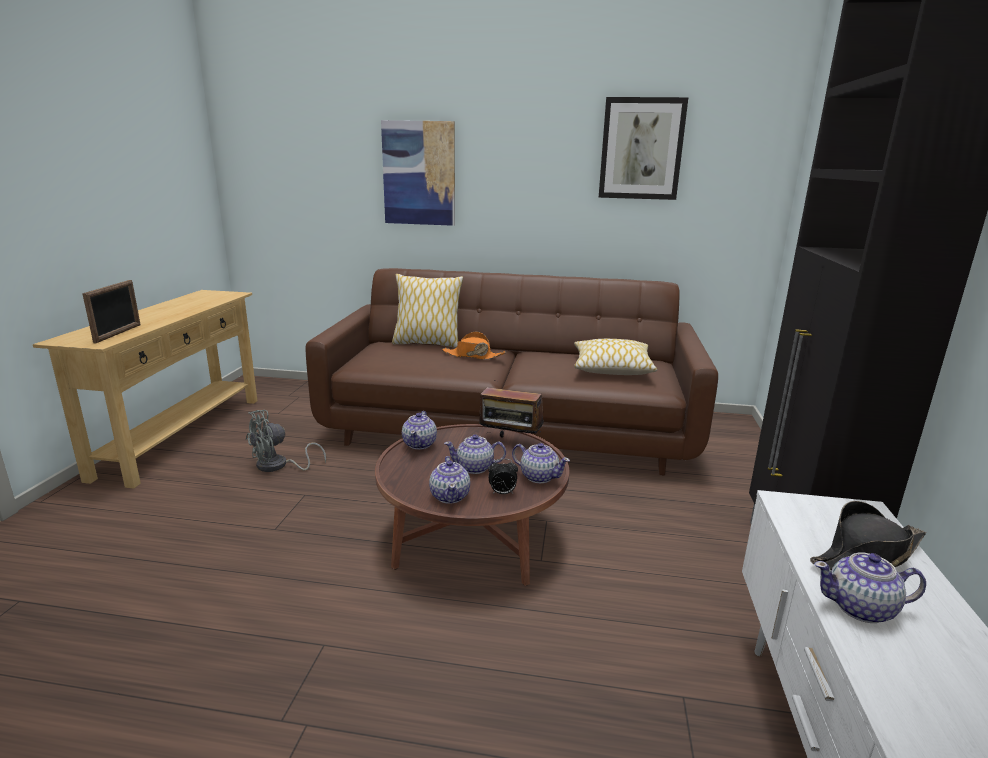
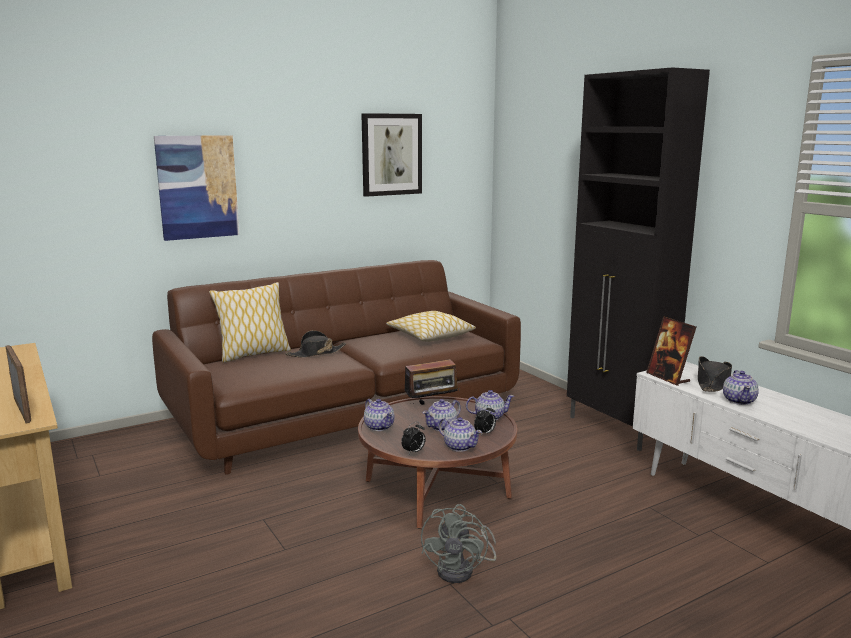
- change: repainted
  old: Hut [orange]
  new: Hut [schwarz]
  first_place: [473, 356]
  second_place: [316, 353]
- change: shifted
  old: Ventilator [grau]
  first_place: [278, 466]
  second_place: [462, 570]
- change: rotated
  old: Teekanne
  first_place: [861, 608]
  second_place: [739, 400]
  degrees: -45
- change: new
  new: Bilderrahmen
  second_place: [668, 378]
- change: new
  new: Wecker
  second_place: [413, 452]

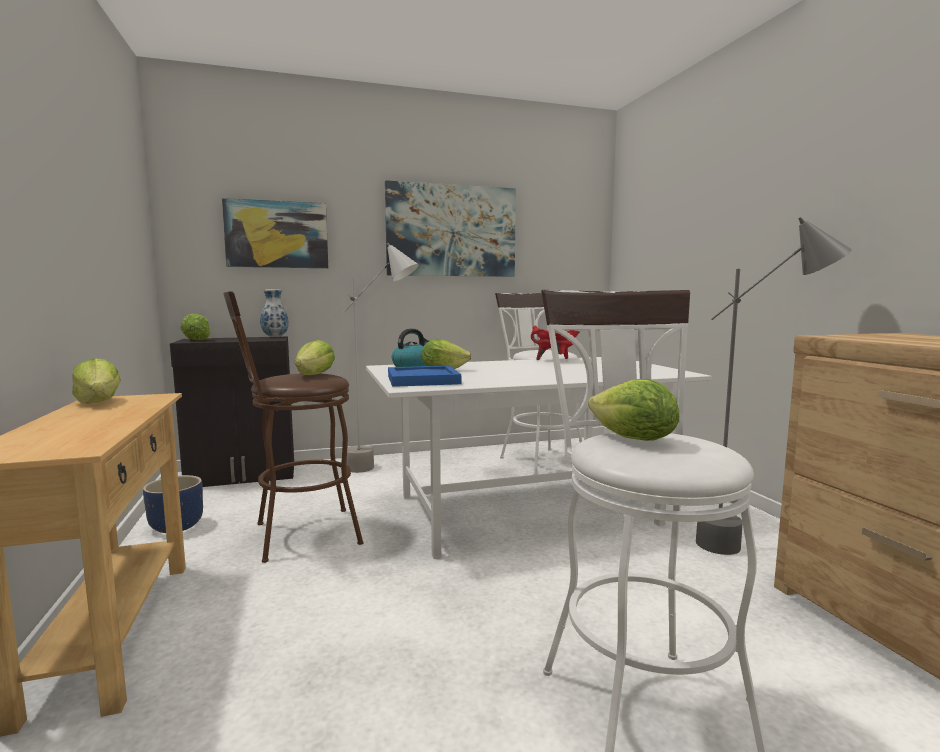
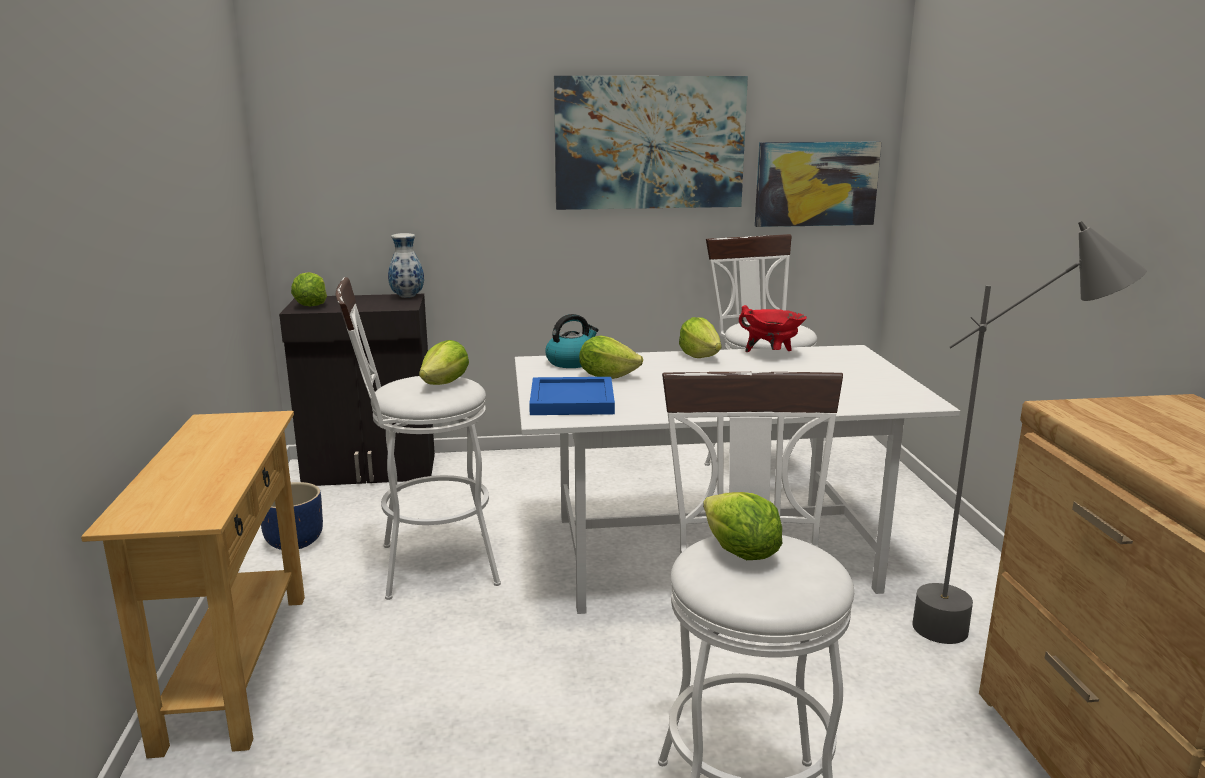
- change: shifted
  old: Bild
  first_place: [277, 234]
  second_place: [816, 183]
- change: gone
  old: Stehlampe [grau]
  first_place: [382, 469]
- change: repainted
  old: Hocker [braun]
  new: Hocker [weiß]
  first_place: [297, 535]
  second_place: [426, 566]
- change: shifted
  old: Salatkopf
  first_place: [99, 402]
  second_place: [700, 356]

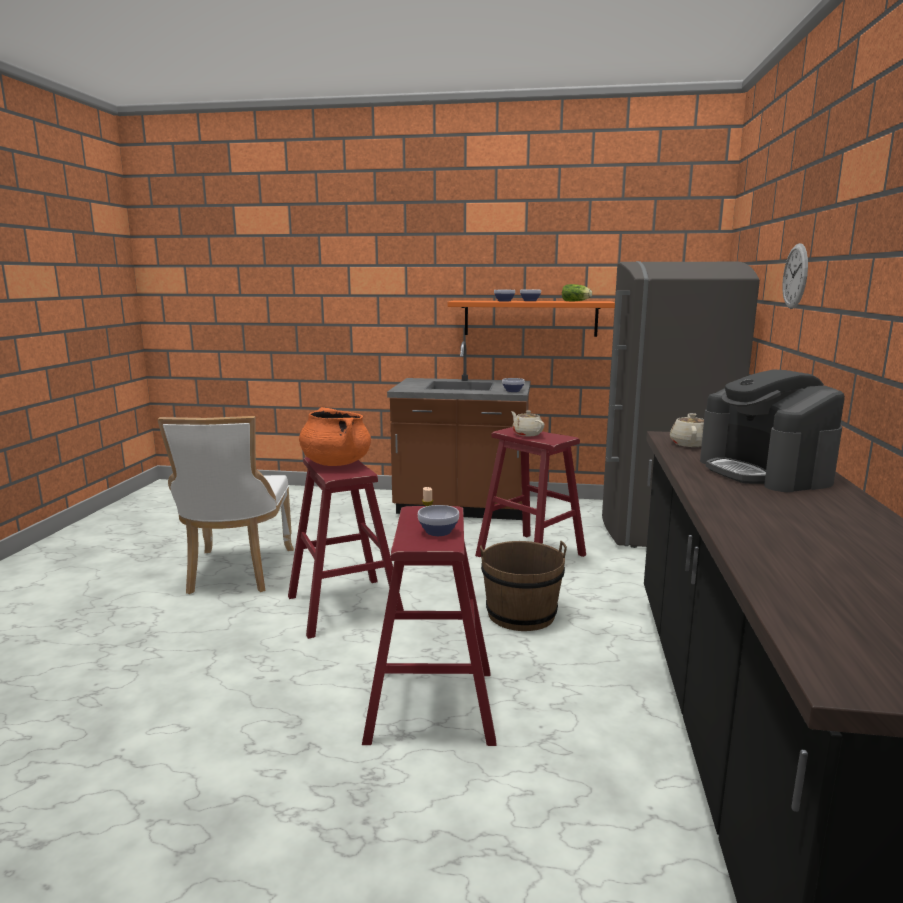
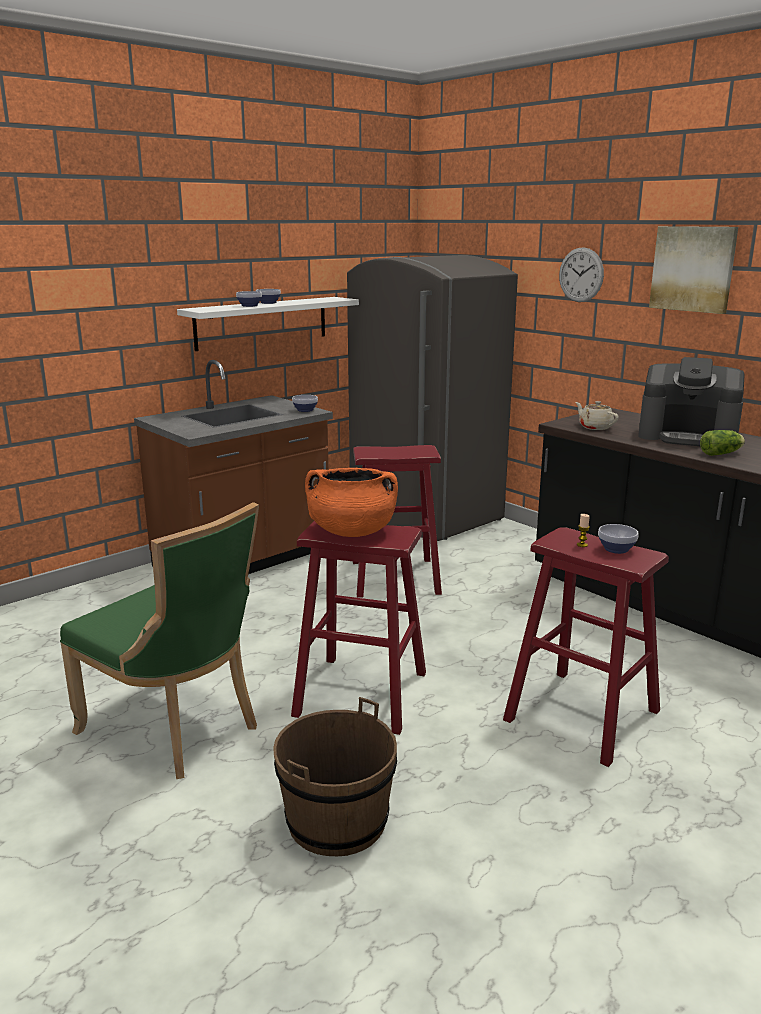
- change: shifted
  old: Salatkopf
  first_place: [576, 301]
  second_place: [722, 453]
- change: repainted
  old: Wandregal [orange]
  new: Wandregal [weiß]
  first_place: [530, 318]
  second_place: [262, 323]
- change: gone
  old: Teekanne [beige]
  first_place: [527, 434]
- change: repainted
  old: Stuhl [weiß]
  new: Stuhl [grün]
  first_place: [237, 572]
  second_place: [176, 729]
- change: shifted
  old: Eimer [braun]
  first_place: [521, 614]
  second_place: [337, 821]
- change: new
  new: Bild
  second_place: [693, 269]

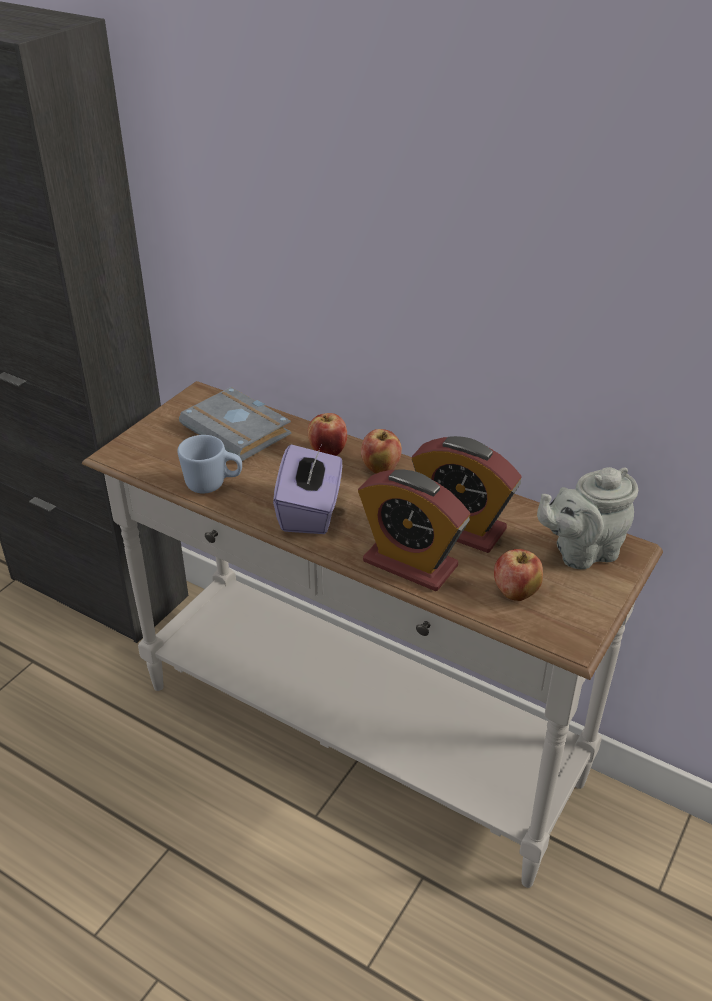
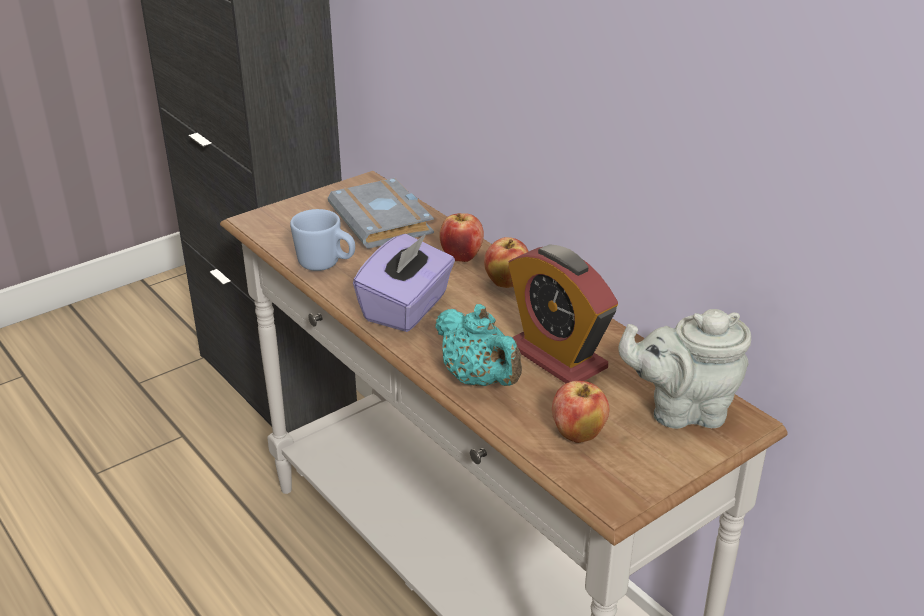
- change: swapped
  old: Wecker
  new: Teekanne [türkis]
  first_place: [410, 564]
  second_place: [479, 379]

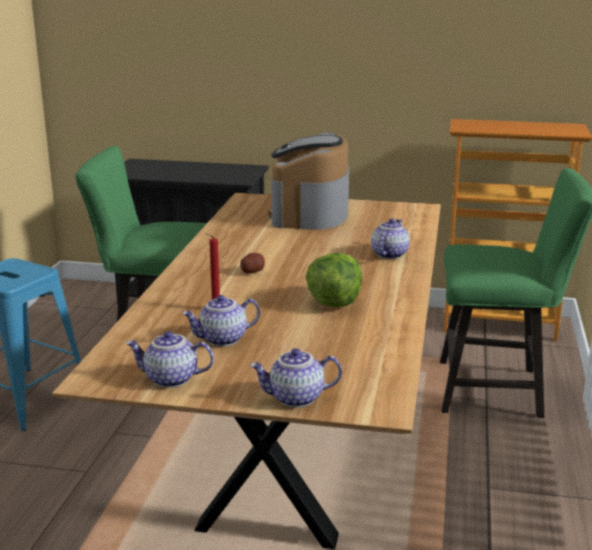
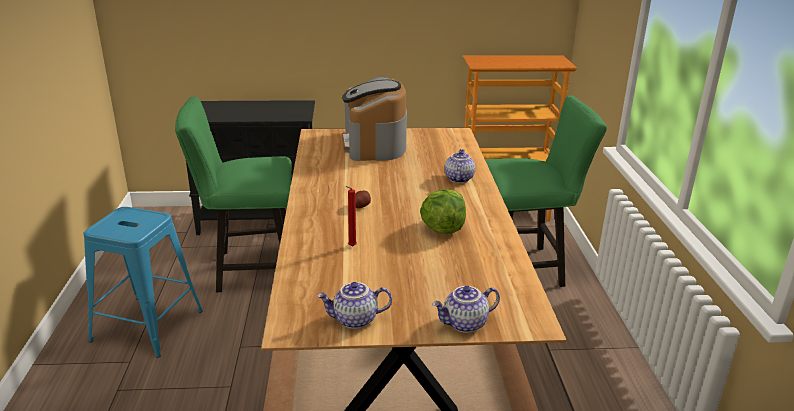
- change: gone
  old: Teekanne
  first_place: [222, 340]

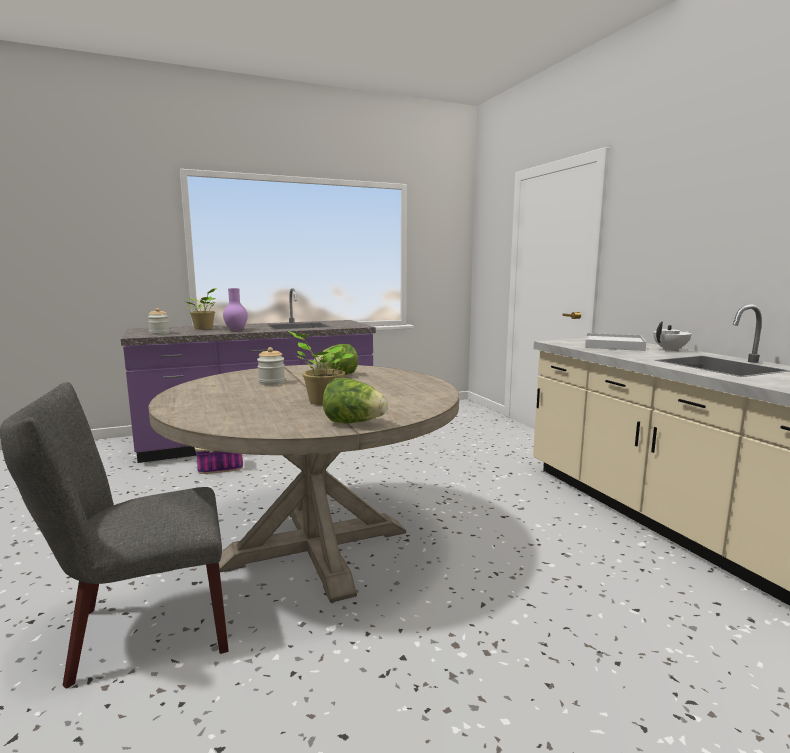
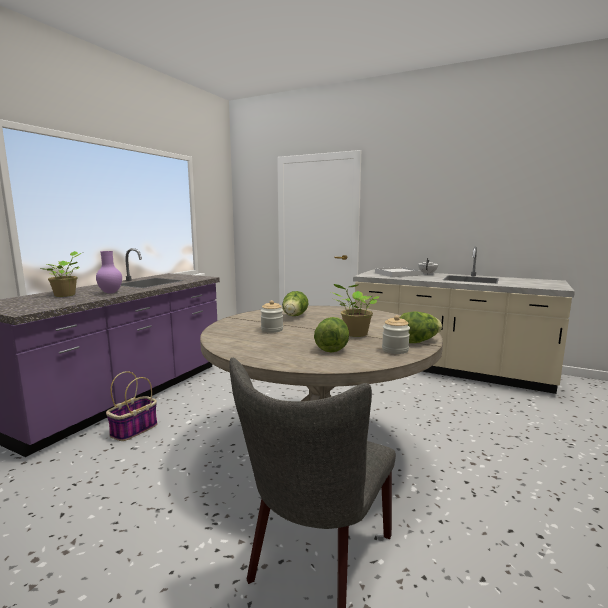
- change: shifted
  old: Vorratsglas
  first_place: [159, 333]
  second_place: [395, 350]
- change: new
  new: Salatkopf
  second_place: [332, 348]

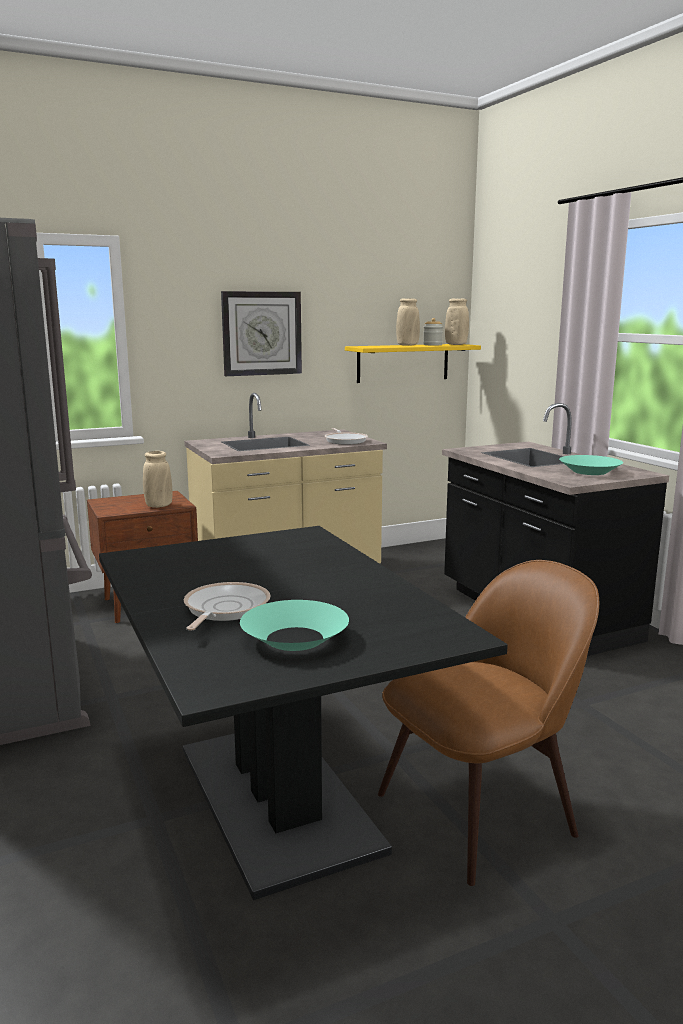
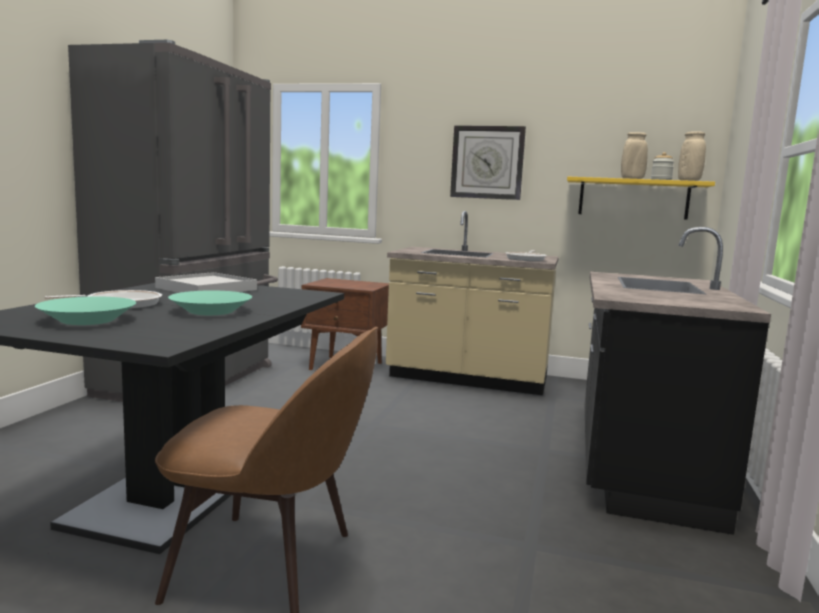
- change: gone
  old: Vase [beige]
  first_place: [159, 506]
- change: shifted
  old: Schüssel [türkis]
  first_place: [589, 471]
  second_place: [211, 311]
- change: new
  new: Tablett [weiß]
  second_place: [206, 289]

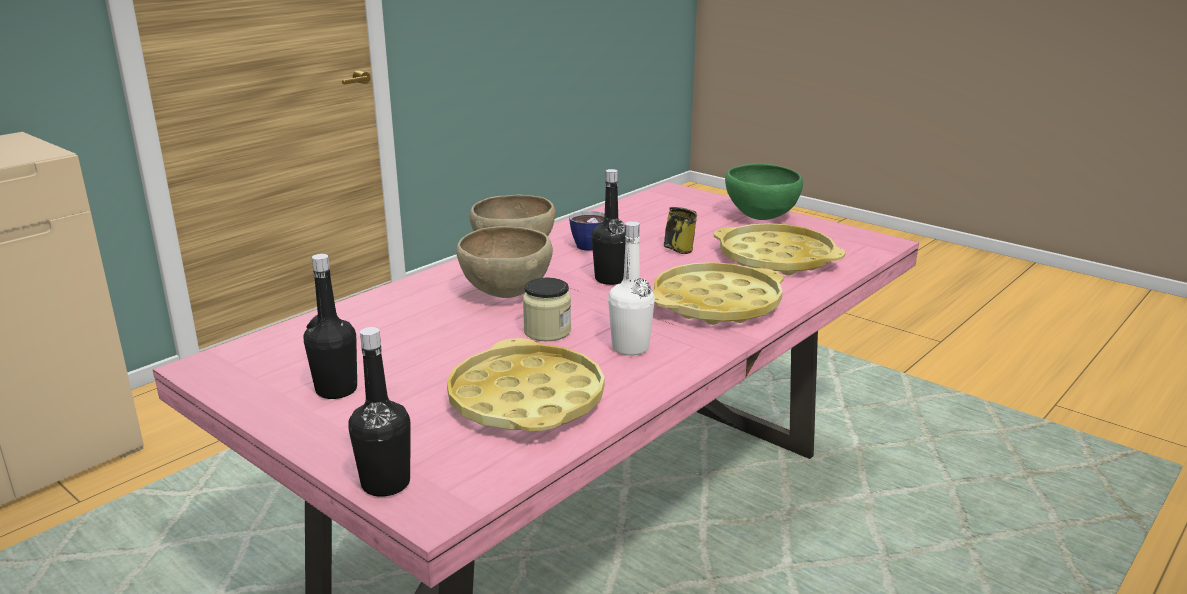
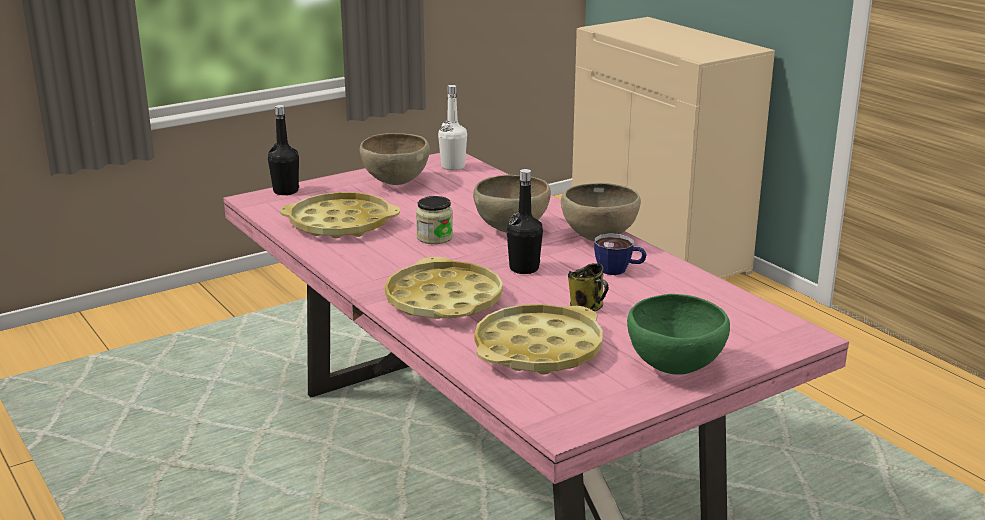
- change: shifted
  old: Flasche [weiß]
  first_place: [630, 348]
  second_place: [453, 167]
- change: swapped
  old: Flasche [schwarz]
  new: Schüssel [braun]
  first_place: [336, 390]
  second_place: [395, 183]

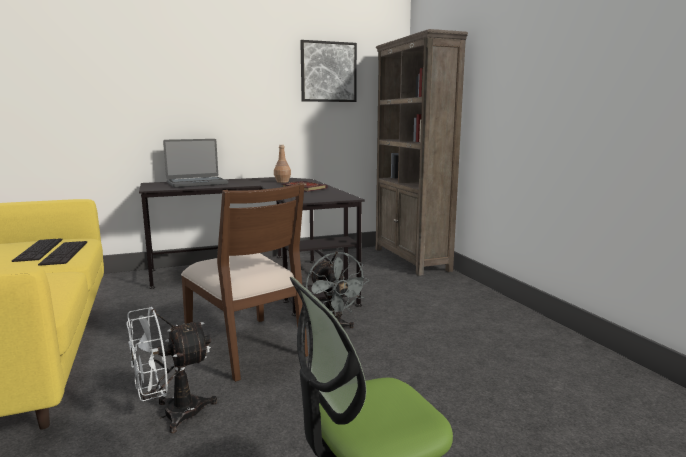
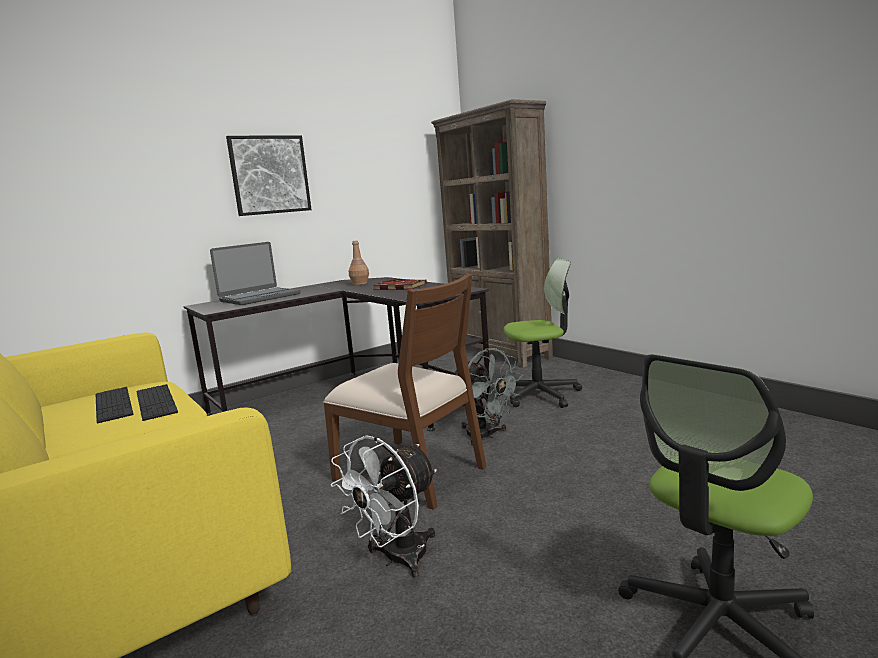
- change: shifted
  old: Bild
  first_place: [328, 72]
  second_place: [269, 175]
- change: new
  new: Bürostuhl
  second_place: [540, 394]

